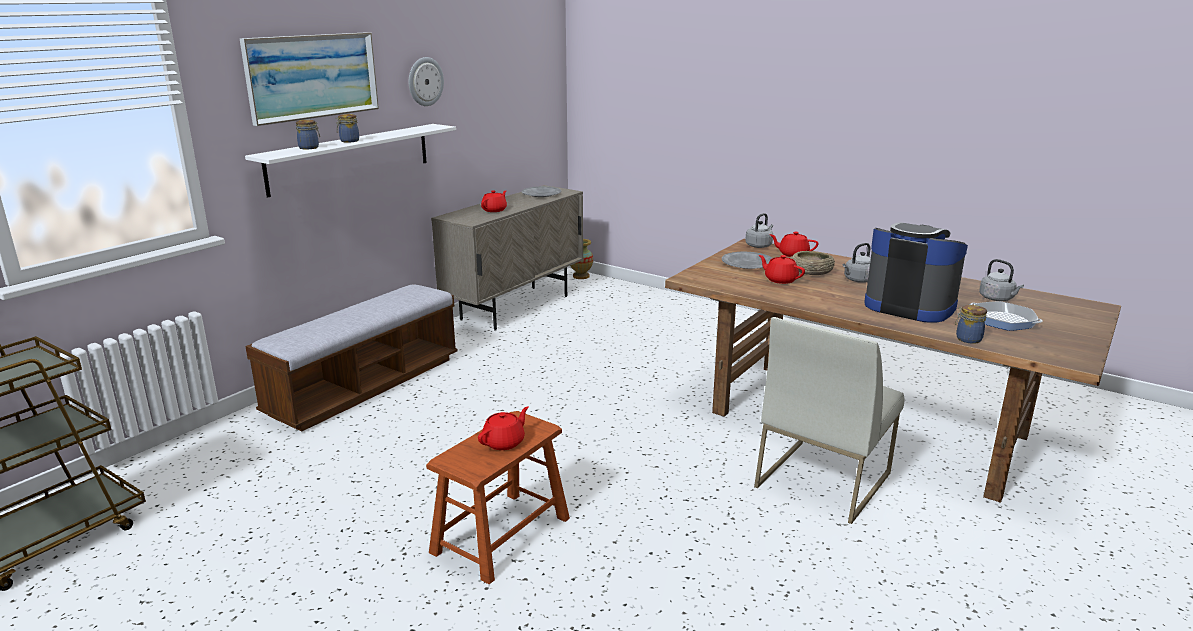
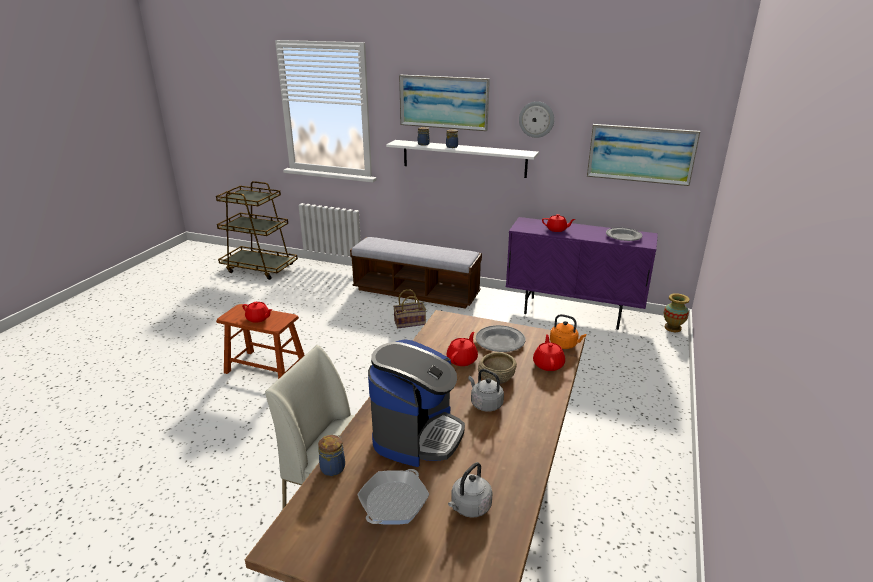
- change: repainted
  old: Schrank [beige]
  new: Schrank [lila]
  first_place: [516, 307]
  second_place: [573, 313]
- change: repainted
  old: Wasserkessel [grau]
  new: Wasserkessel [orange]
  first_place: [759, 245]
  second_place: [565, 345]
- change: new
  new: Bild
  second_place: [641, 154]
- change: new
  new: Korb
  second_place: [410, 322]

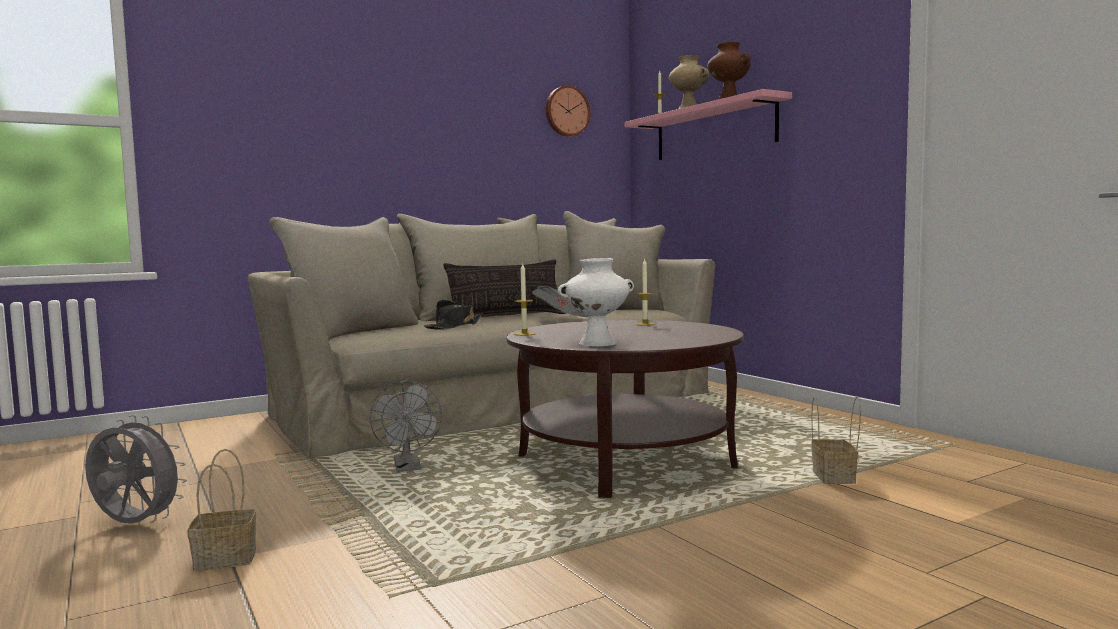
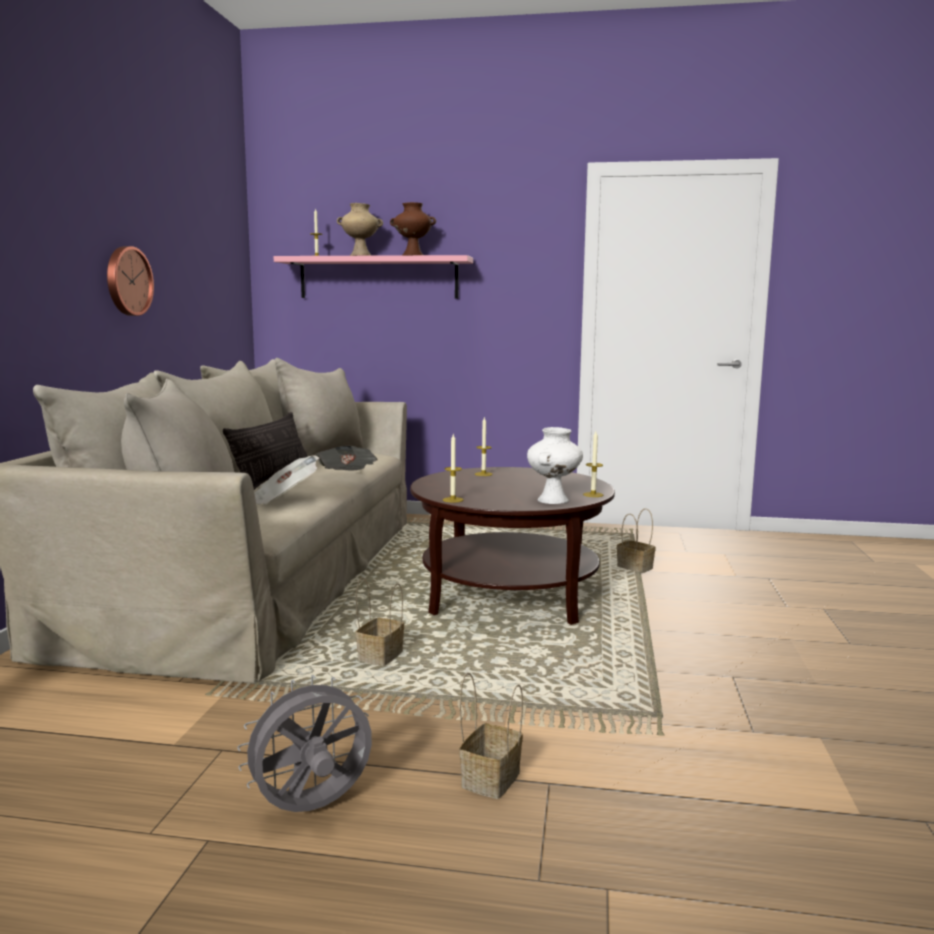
- change: shifted
  old: Wanduhr
  first_place: [566, 111]
  second_place: [127, 281]
- change: swapped
  old: Hut [schwarz]
  new: Zeitung
  first_place: [454, 326]
  second_place: [282, 500]
- change: swapped
  old: Ventilator [grau]
  new: Korb
  first_place: [408, 468]
  second_place: [380, 655]
- change: new
  new: Kerze
  second_place: [593, 494]

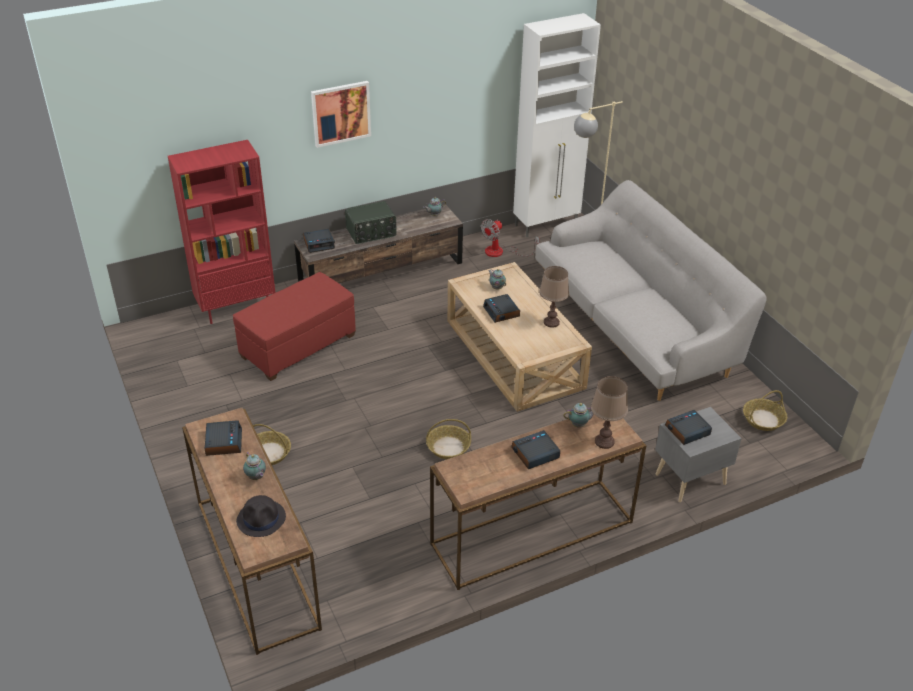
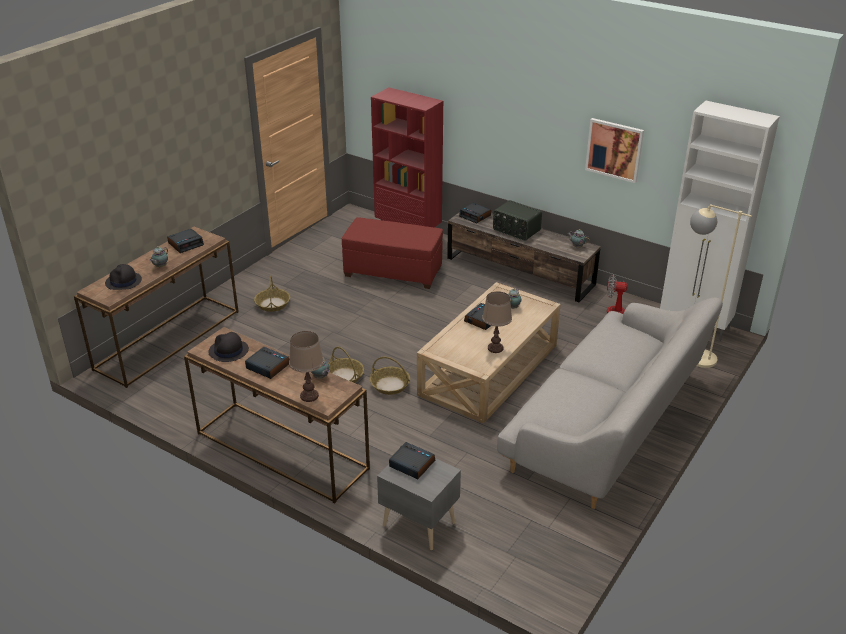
- change: shifted
  old: Bild
  first_place: [341, 113]
  second_place: [614, 149]
- change: shifted
  old: Korb
  first_place: [763, 419]
  second_place: [390, 385]
- change: new
  new: Hut [schwarz]
  second_place: [228, 351]

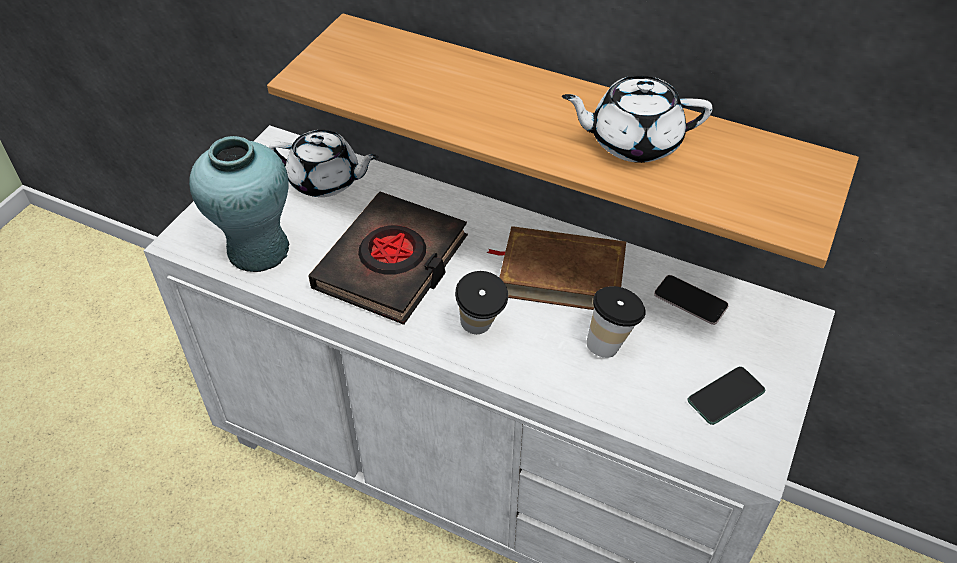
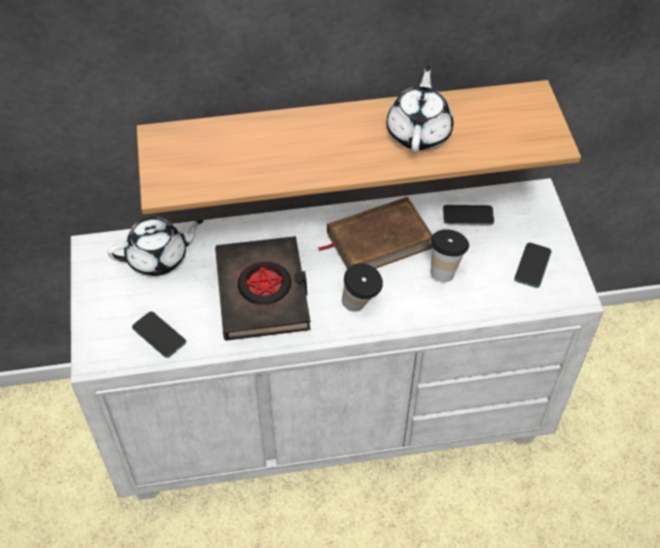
- change: rotated
  old: Teekanne [weiß]
  first_place: [633, 141]
  second_place: [419, 132]
  degrees: 135
- change: swapped
  old: Vase [türkis]
  new: Handy
  first_place: [258, 250]
  second_place: [159, 335]

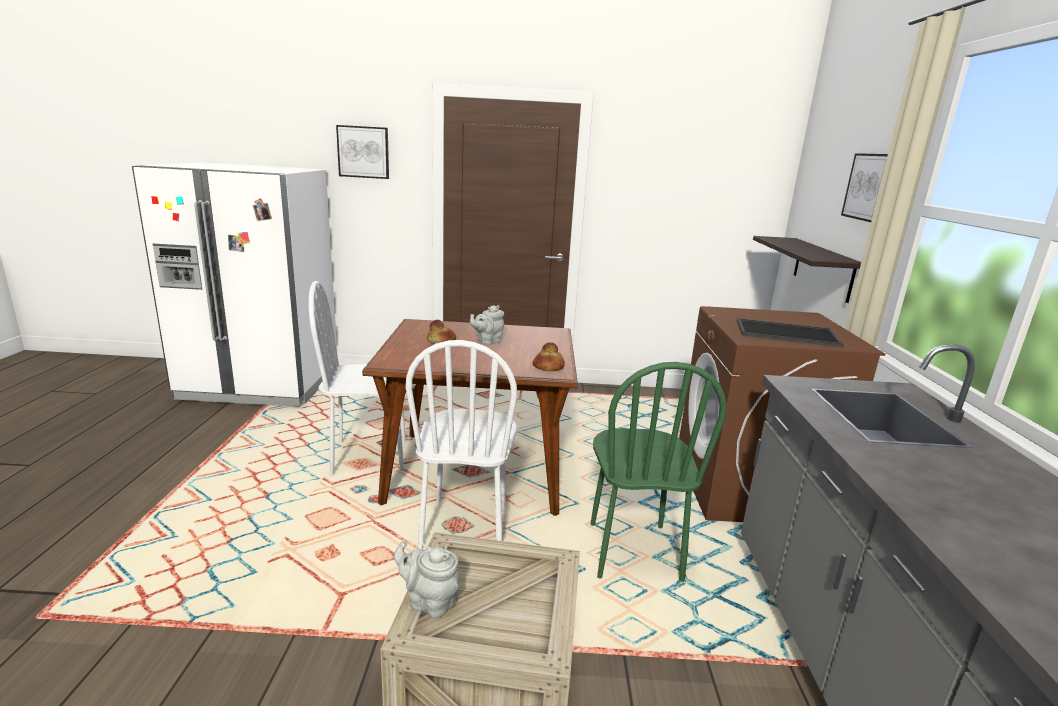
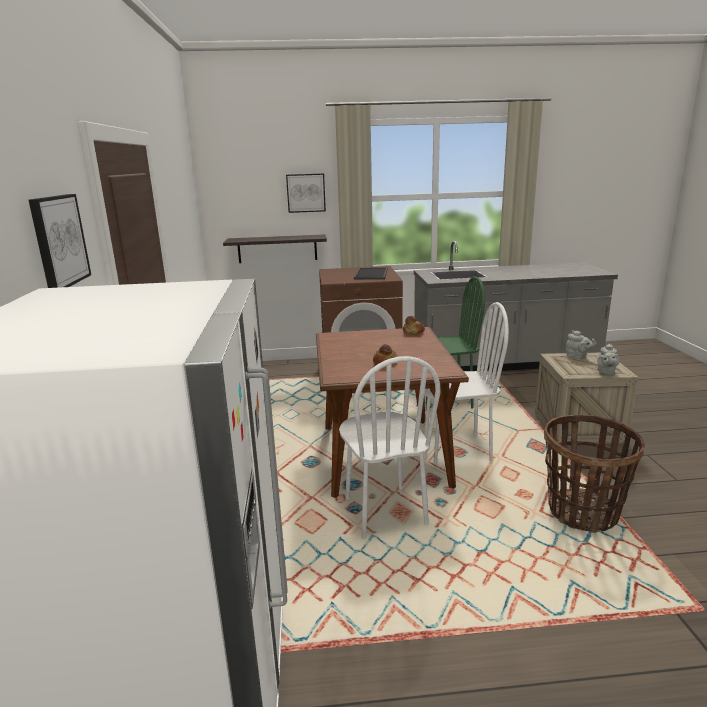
- change: shifted
  old: Teekanne [grau]
  first_place: [487, 341]
  second_place: [577, 357]
- change: new
  new: Korb
  second_place: [583, 512]

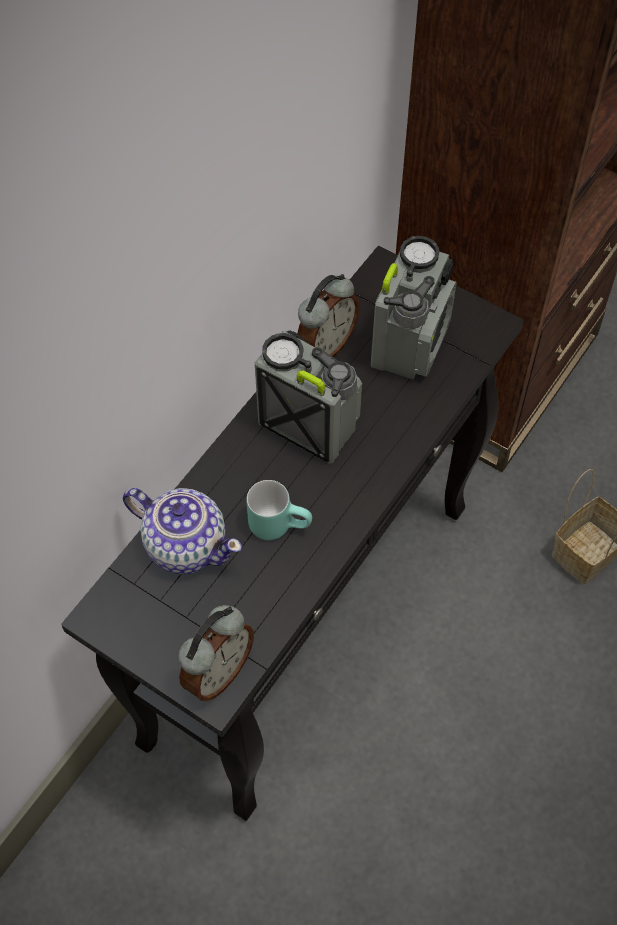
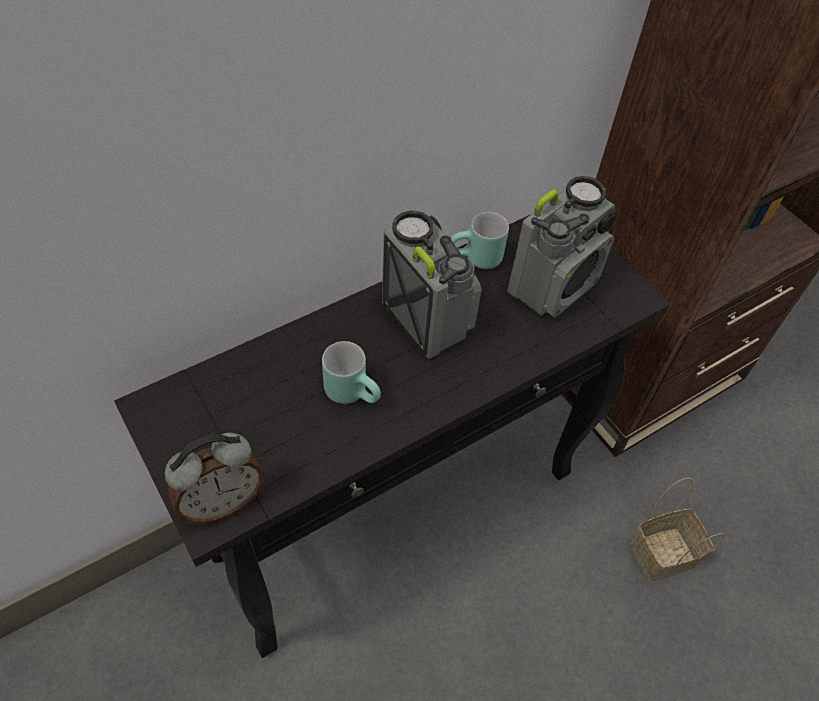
- change: swapped
  old: Wecker
  new: Henkelbecher [türkis]
  first_place: [325, 345]
  second_place: [476, 260]
- change: gone
  old: Teekanne
  first_place: [185, 544]

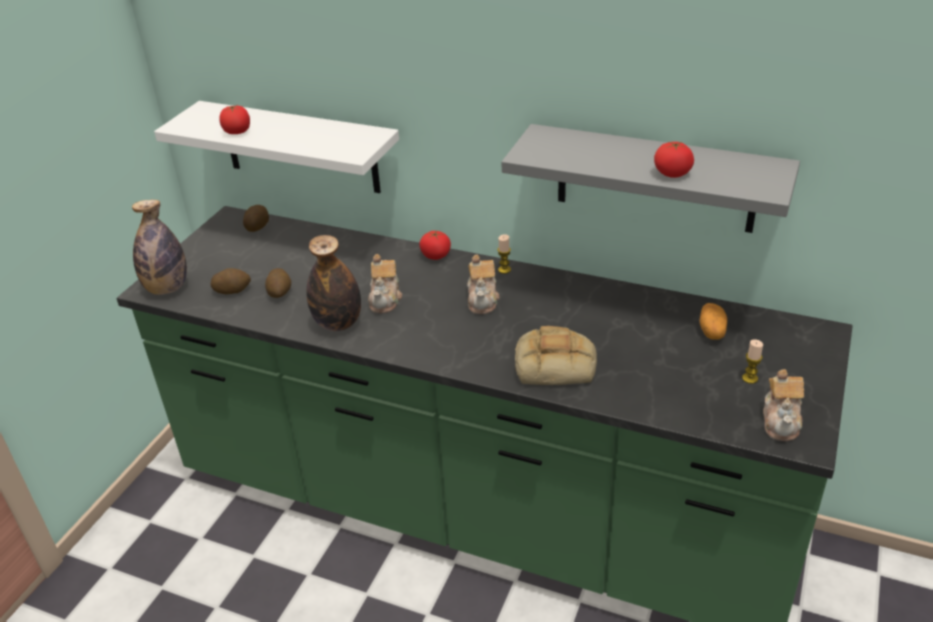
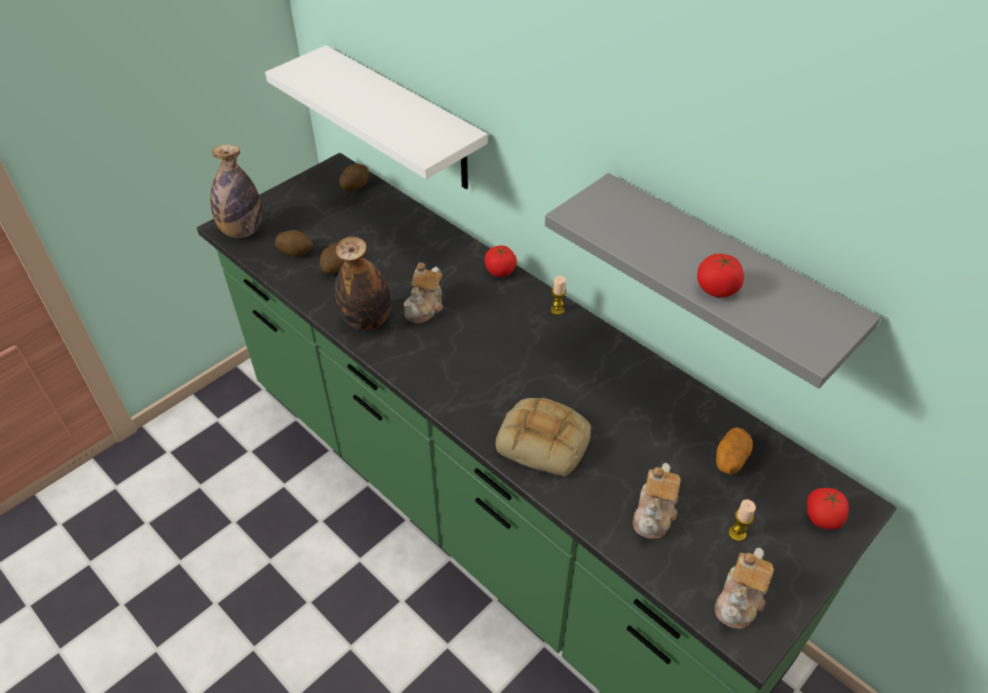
- change: shifted
  old: Tomate
  first_place: [237, 132]
  second_place: [822, 517]
- change: shifted
  old: Teekanne
  first_place: [483, 300]
  second_place: [655, 513]

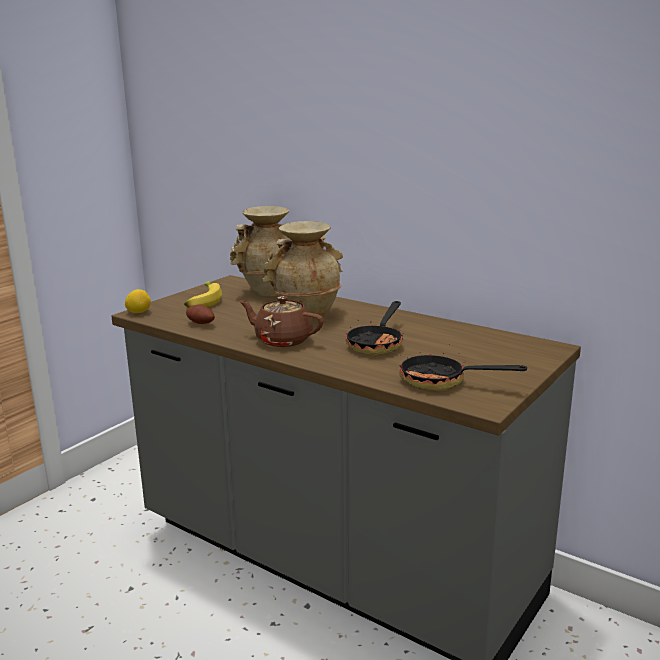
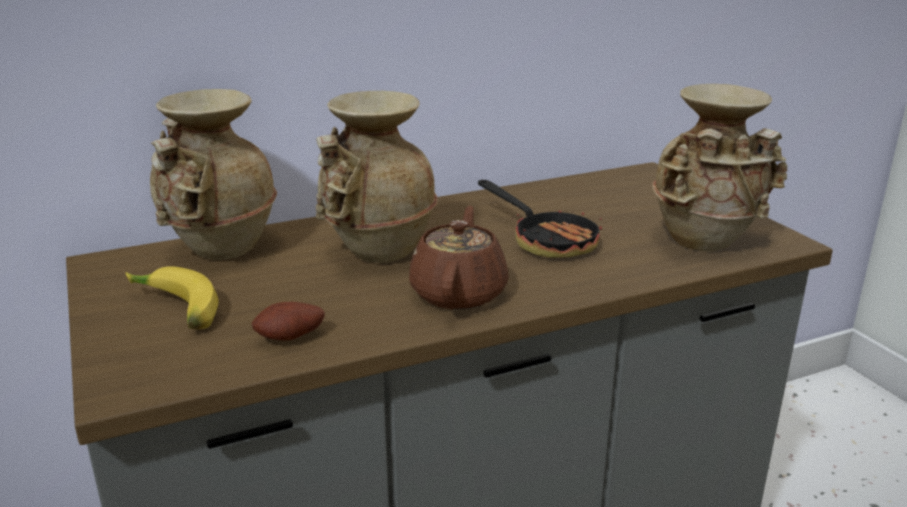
- change: gone
  old: Zitrone
  first_place: [139, 312]
- change: rotated
  old: Teekanne [braun]
  first_place: [282, 340]
  second_place: [459, 292]
  degrees: 135
- change: swapped
  old: Pfanne
  new: Vase [beige]
  first_place: [442, 382]
  second_place: [706, 242]

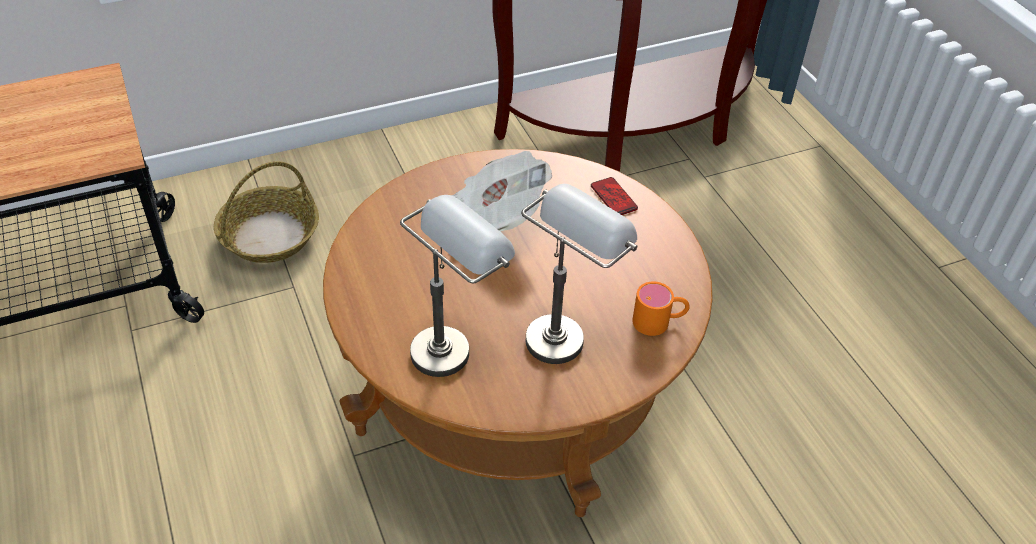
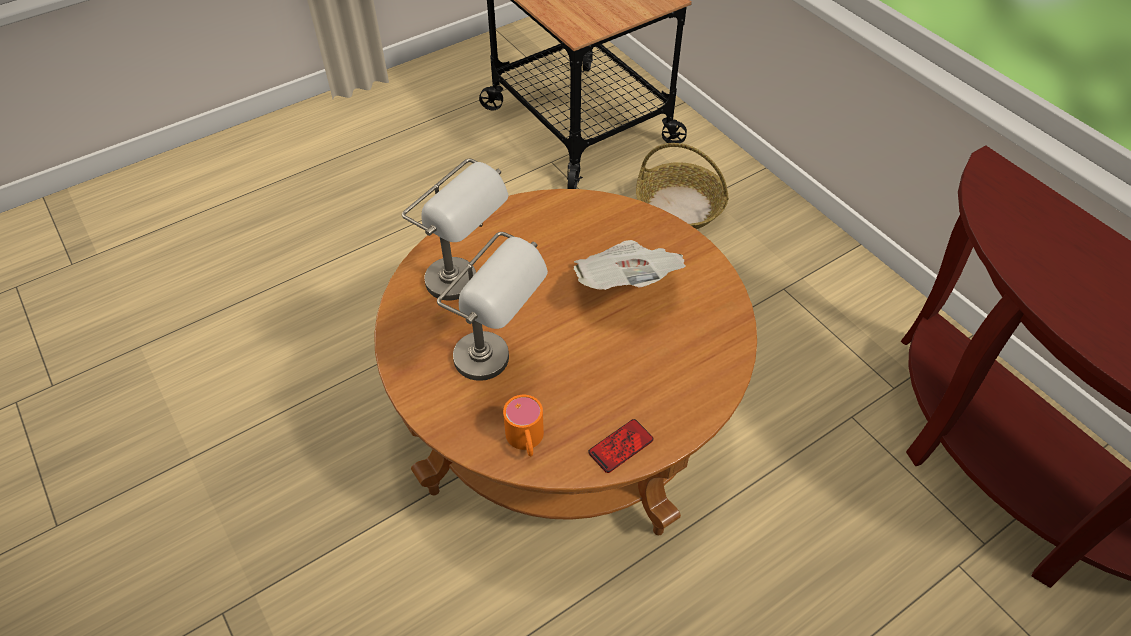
- change: shifted
  old: Handy
  first_place: [613, 197]
  second_place: [621, 446]

